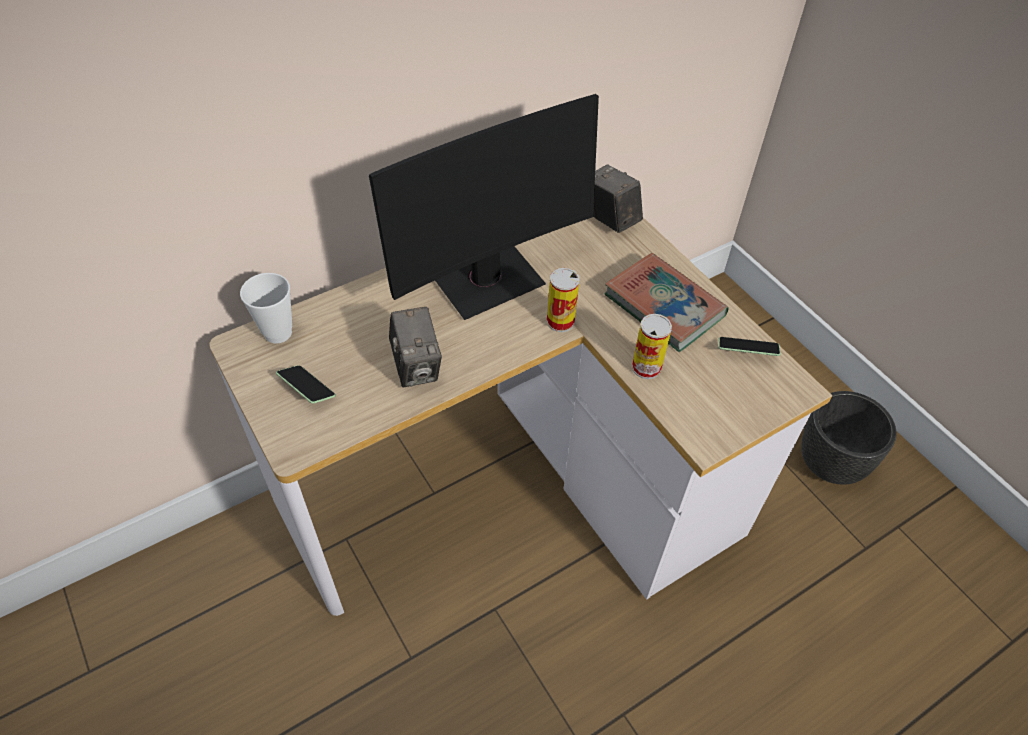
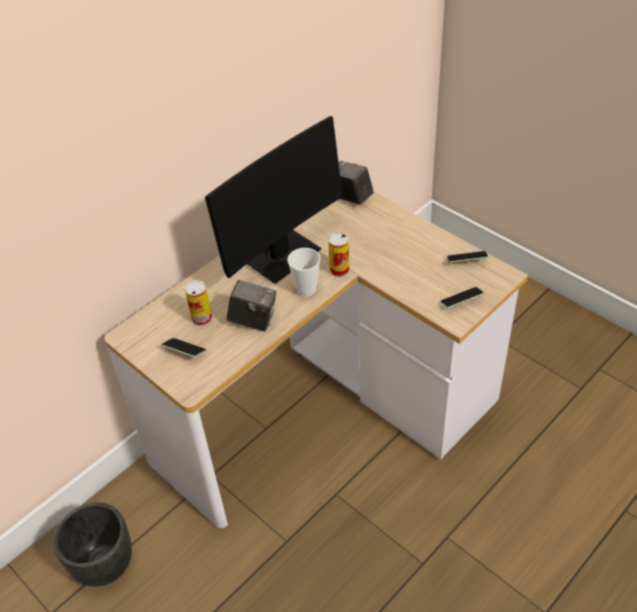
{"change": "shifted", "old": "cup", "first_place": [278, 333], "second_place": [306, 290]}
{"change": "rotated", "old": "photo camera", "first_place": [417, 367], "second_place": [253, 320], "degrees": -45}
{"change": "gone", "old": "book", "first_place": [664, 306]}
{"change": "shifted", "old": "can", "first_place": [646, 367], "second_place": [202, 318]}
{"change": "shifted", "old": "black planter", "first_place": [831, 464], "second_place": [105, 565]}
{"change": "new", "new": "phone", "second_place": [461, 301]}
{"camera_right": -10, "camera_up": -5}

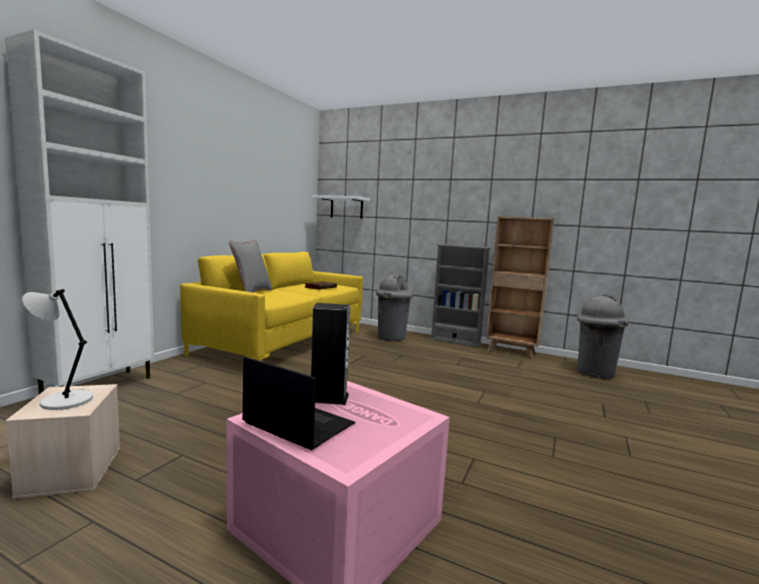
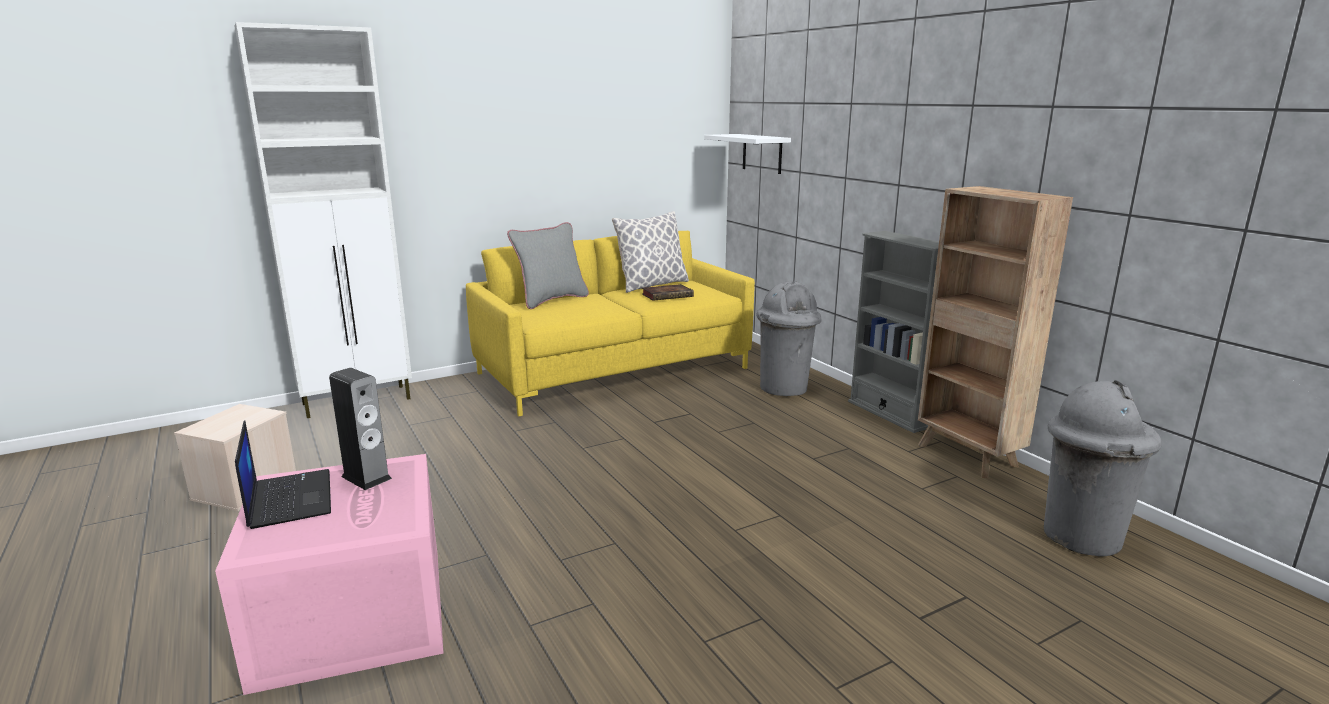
{"change": "gone", "old": "grey table lamp", "first_place": [64, 401]}
{"change": "new", "new": "pillow", "second_place": [652, 285]}
{"camera_right": 35, "camera_up": 10}

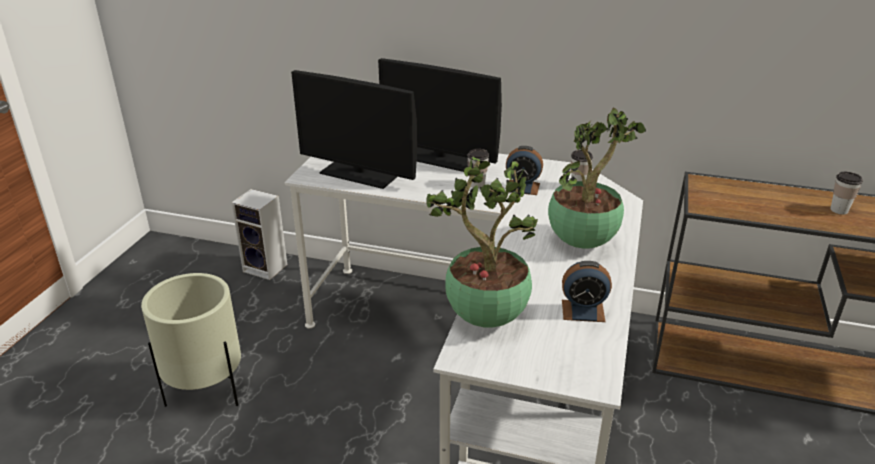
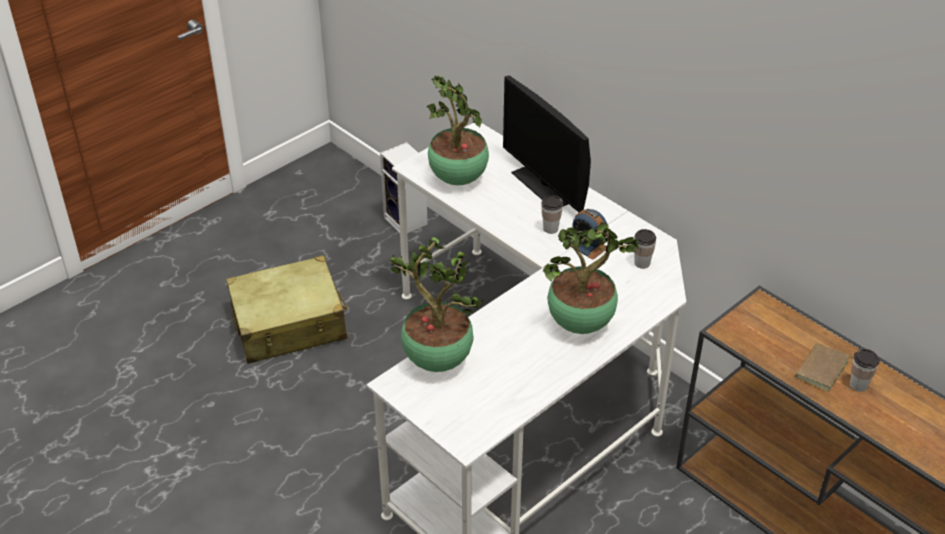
{"change": "swapped", "old": "beige planter", "new": "beige suitcase", "first_place": [206, 390], "second_place": [289, 324]}
{"change": "swapped", "old": "monitor", "new": "potted plant", "first_place": [359, 174], "second_place": [459, 179]}
{"change": "gone", "old": "alarm clock", "first_place": [583, 311]}
{"change": "new", "new": "brown book", "second_place": [819, 368]}
{"camera_right": 30, "camera_up": 10}

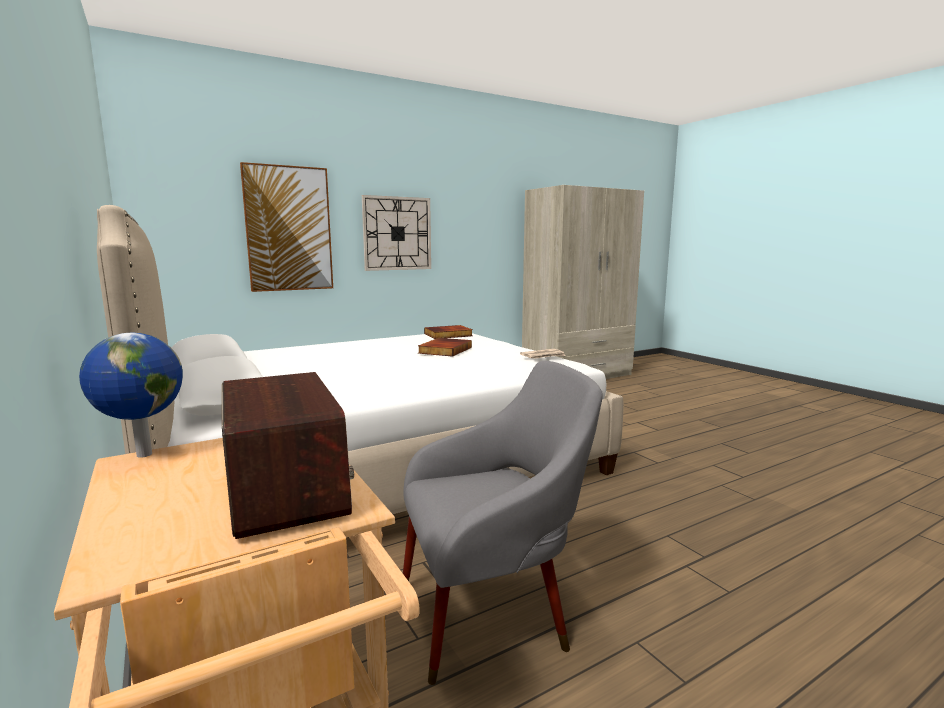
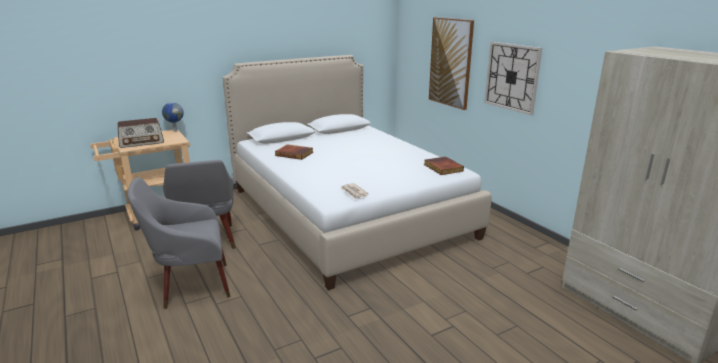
{"change": "shifted", "old": "book", "first_place": [444, 350], "second_place": [295, 154]}
{"change": "new", "new": "grey armchair", "second_place": [190, 285]}
{"camera_right": 90, "camera_up": 10}

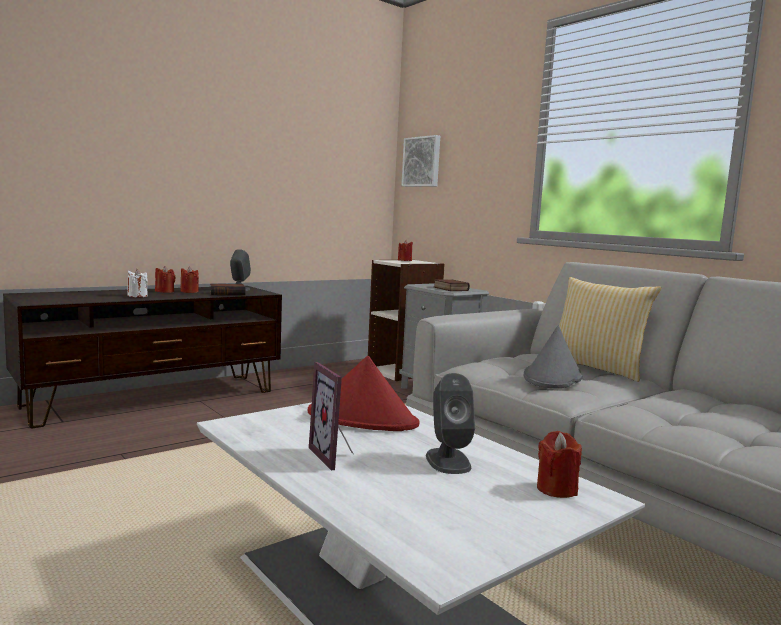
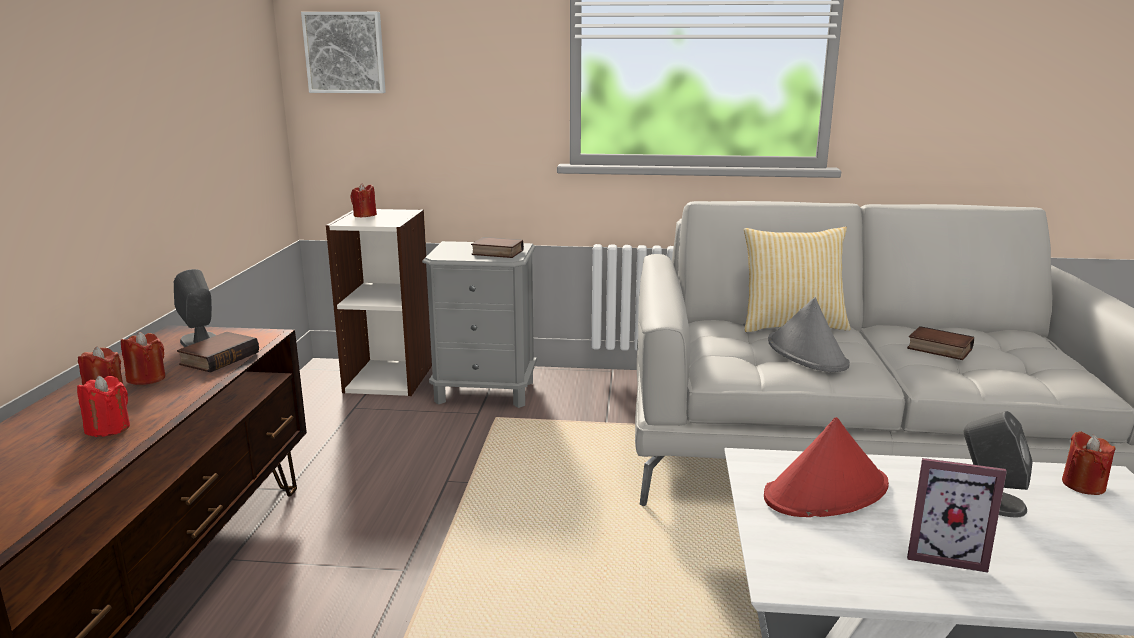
{"change": "repainted", "old": "white candle", "new": "red candle", "first_place": [137, 296], "second_place": [108, 428]}
{"change": "new", "new": "book", "second_place": [938, 349]}
{"camera_right": -45, "camera_up": 10}

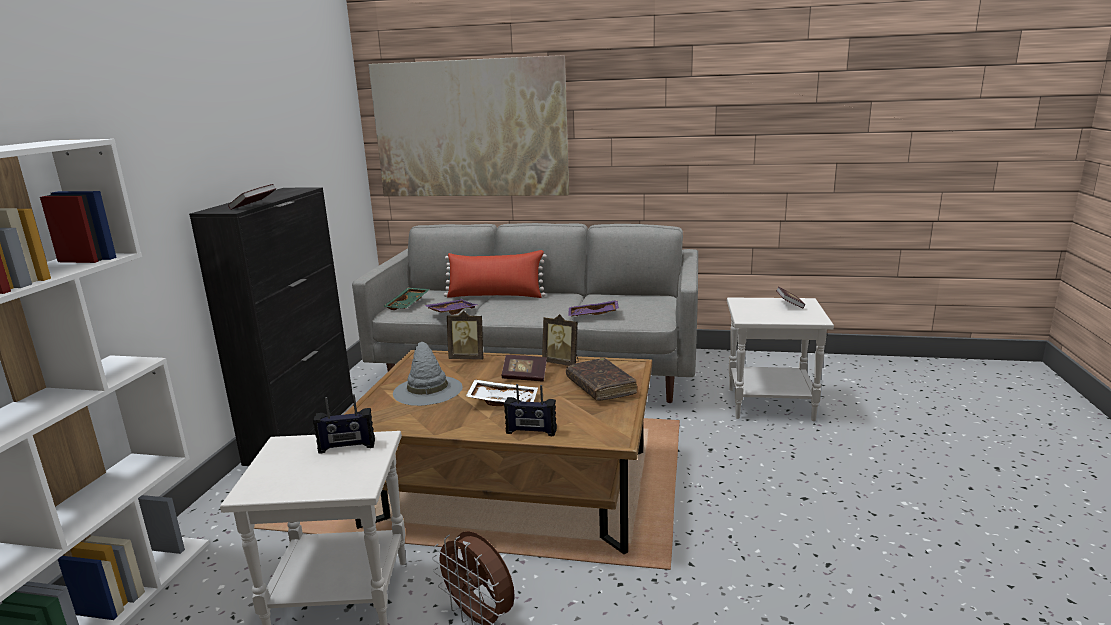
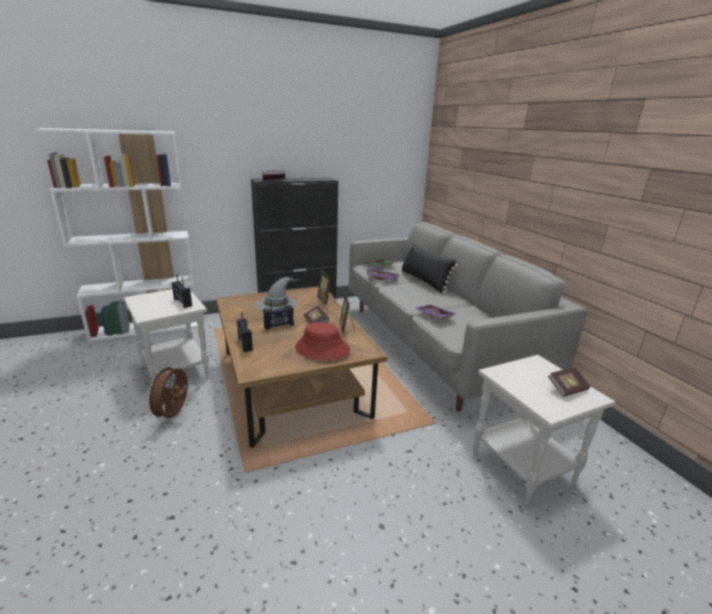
{"change": "gone", "old": "picture", "first_place": [470, 129]}
{"change": "repainted", "old": "red pillow", "new": "black pillow", "first_place": [495, 296], "second_place": [424, 281]}
{"change": "swapped", "old": "white tray", "new": "radio", "first_place": [503, 400], "second_place": [279, 326]}
{"change": "swapped", "old": "brown book", "new": "red hat", "first_place": [600, 387], "second_place": [322, 349]}
{"camera_right": 55, "camera_up": 5}

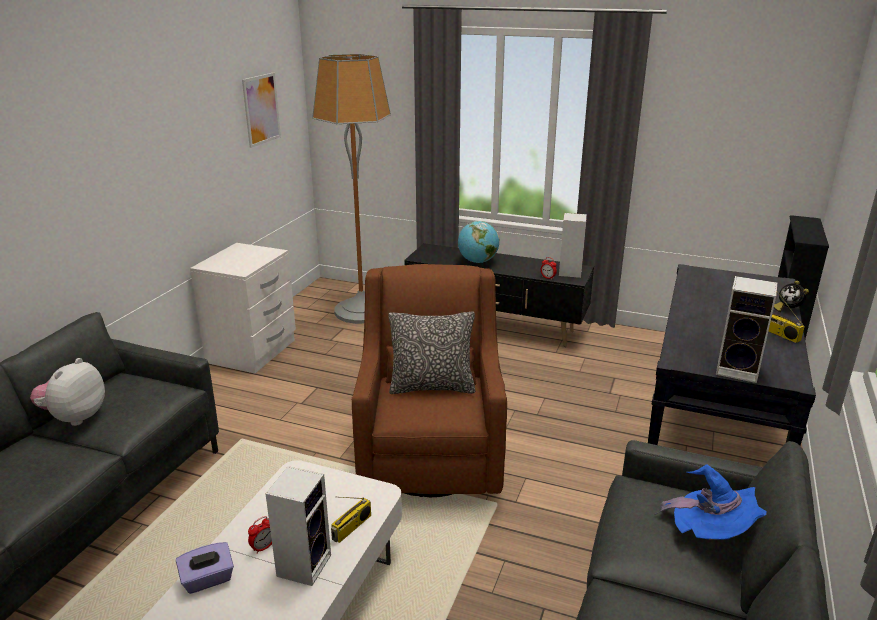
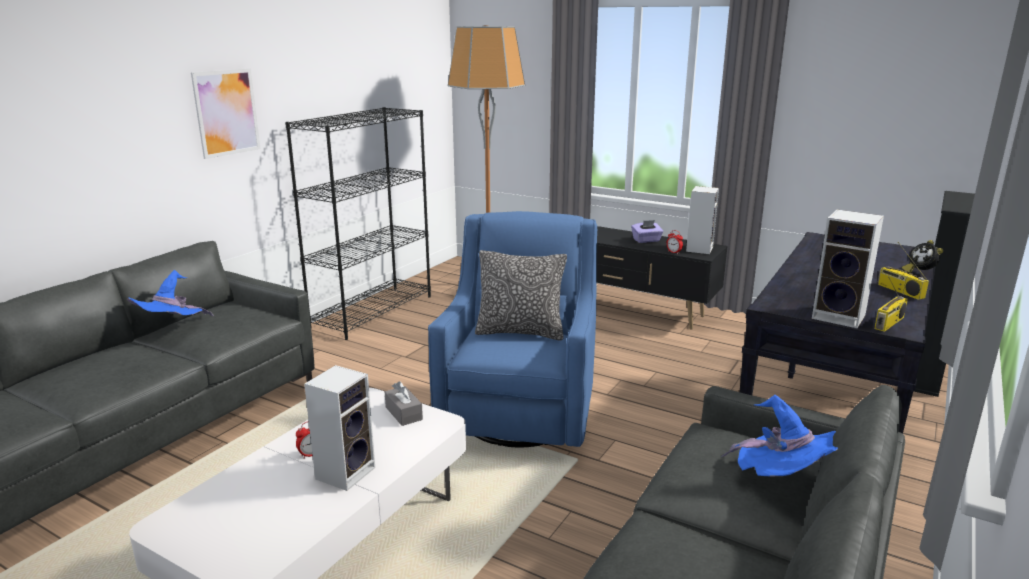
{"change": "swapped", "old": "plush toy", "new": "blue hat", "first_place": [75, 417], "second_place": [173, 330]}
{"change": "shifted", "old": "purple tissue box", "first_place": [208, 580], "second_place": [646, 240]}
{"change": "swapped", "old": "white nightstand", "new": "black bookcase", "first_place": [253, 351], "second_place": [373, 311]}
{"change": "shifted", "old": "picture", "first_place": [261, 109], "second_place": [226, 112]}
{"change": "shifted", "old": "radio", "first_place": [352, 528], "second_place": [889, 323]}
{"change": "repainted", "old": "brown armchair", "new": "blue armchair", "first_place": [431, 457], "second_place": [520, 413]}
{"change": "gone", "old": "globe", "first_place": [477, 261]}
{"change": "new", "new": "grey tissue box", "second_place": [403, 413]}
{"camera_right": 10, "camera_up": -5}

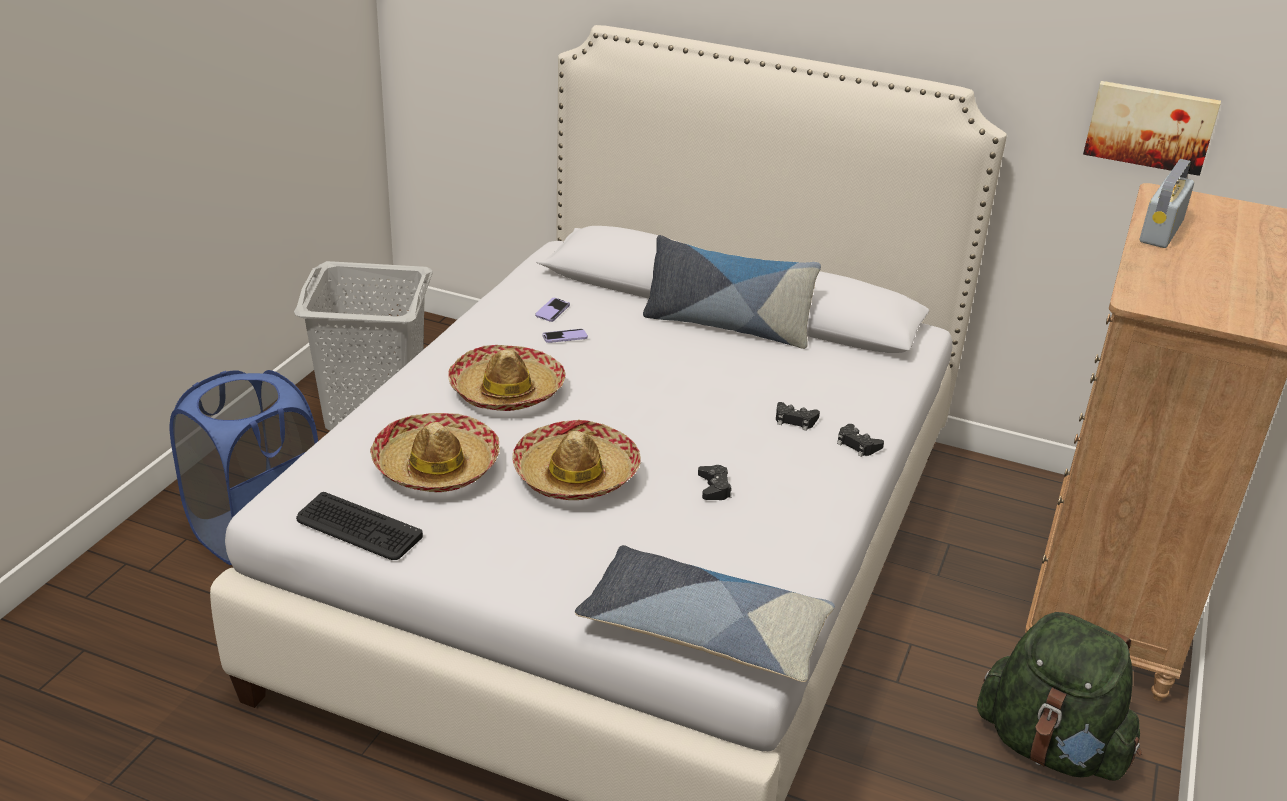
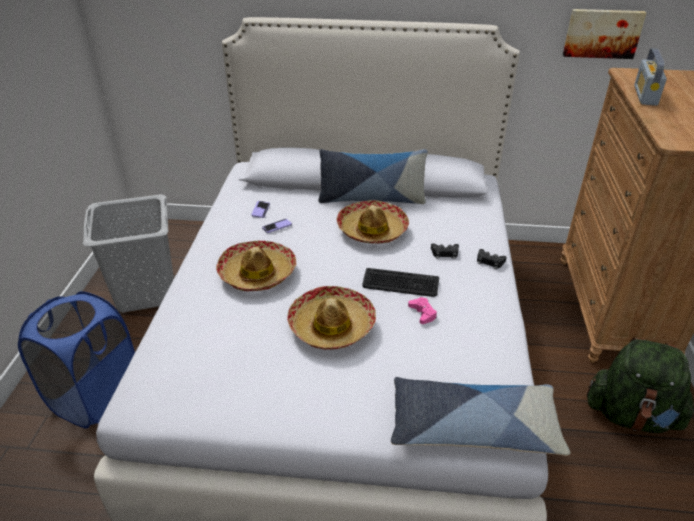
{"change": "shifted", "old": "keyboard", "first_place": [358, 528], "second_place": [400, 283]}
{"change": "shifted", "old": "hat", "first_place": [436, 466], "second_place": [372, 230]}
{"change": "repainted", "old": "black game controller", "new": "pink game controller", "first_place": [714, 488], "second_place": [422, 313]}
{"camera_right": -15, "camera_up": 5}

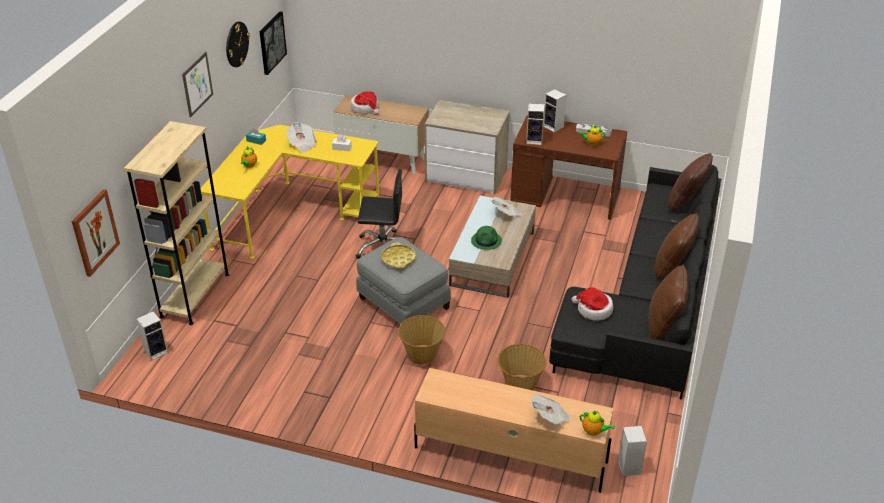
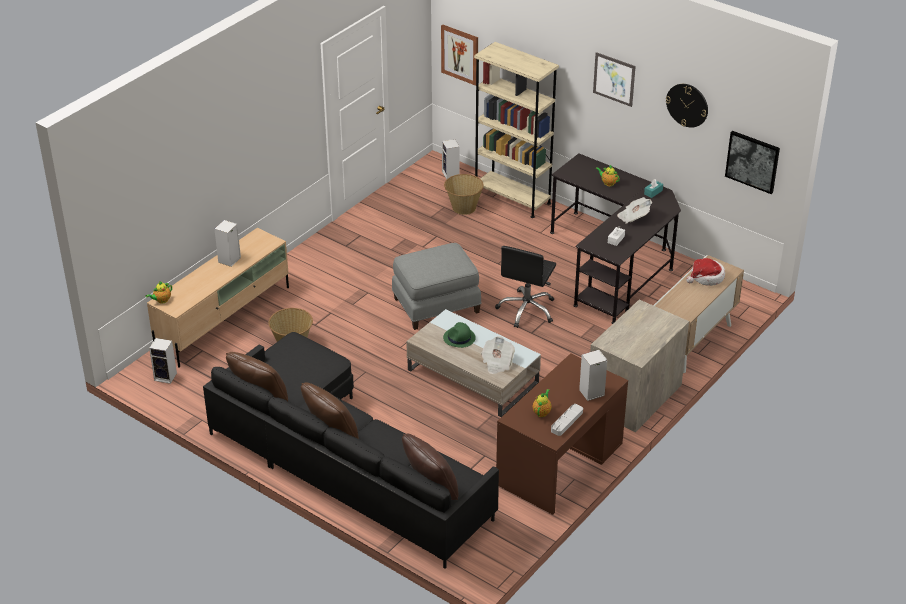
{"change": "repainted", "old": "yellow desk", "new": "black desk", "first_place": [290, 212], "second_place": [615, 263]}
{"change": "gone", "old": "yellow tray", "first_place": [398, 259]}
{"change": "shifted", "old": "basket", "first_place": [422, 355], "second_place": [463, 207]}
{"change": "shifted", "old": "speaker", "first_place": [535, 140], "second_place": [229, 260]}
{"change": "gone", "old": "newspaper", "first_place": [550, 417]}
{"change": "gone", "old": "hat", "first_place": [593, 310]}
{"camera_right": 110, "camera_up": 0}

